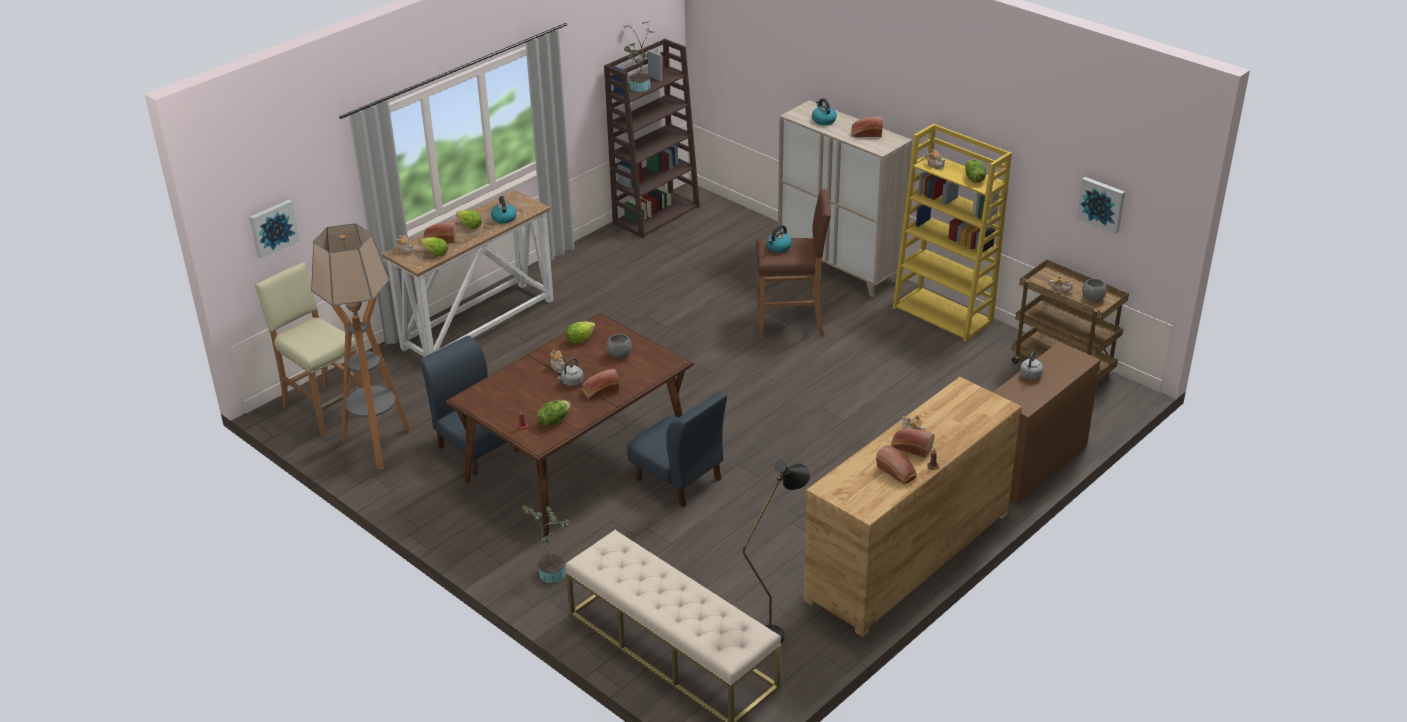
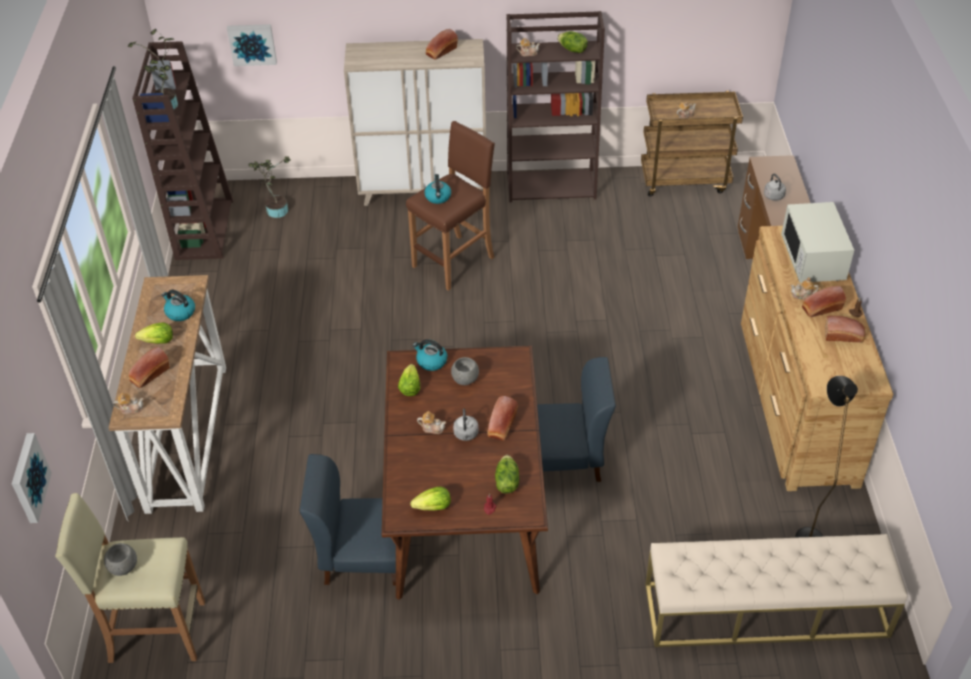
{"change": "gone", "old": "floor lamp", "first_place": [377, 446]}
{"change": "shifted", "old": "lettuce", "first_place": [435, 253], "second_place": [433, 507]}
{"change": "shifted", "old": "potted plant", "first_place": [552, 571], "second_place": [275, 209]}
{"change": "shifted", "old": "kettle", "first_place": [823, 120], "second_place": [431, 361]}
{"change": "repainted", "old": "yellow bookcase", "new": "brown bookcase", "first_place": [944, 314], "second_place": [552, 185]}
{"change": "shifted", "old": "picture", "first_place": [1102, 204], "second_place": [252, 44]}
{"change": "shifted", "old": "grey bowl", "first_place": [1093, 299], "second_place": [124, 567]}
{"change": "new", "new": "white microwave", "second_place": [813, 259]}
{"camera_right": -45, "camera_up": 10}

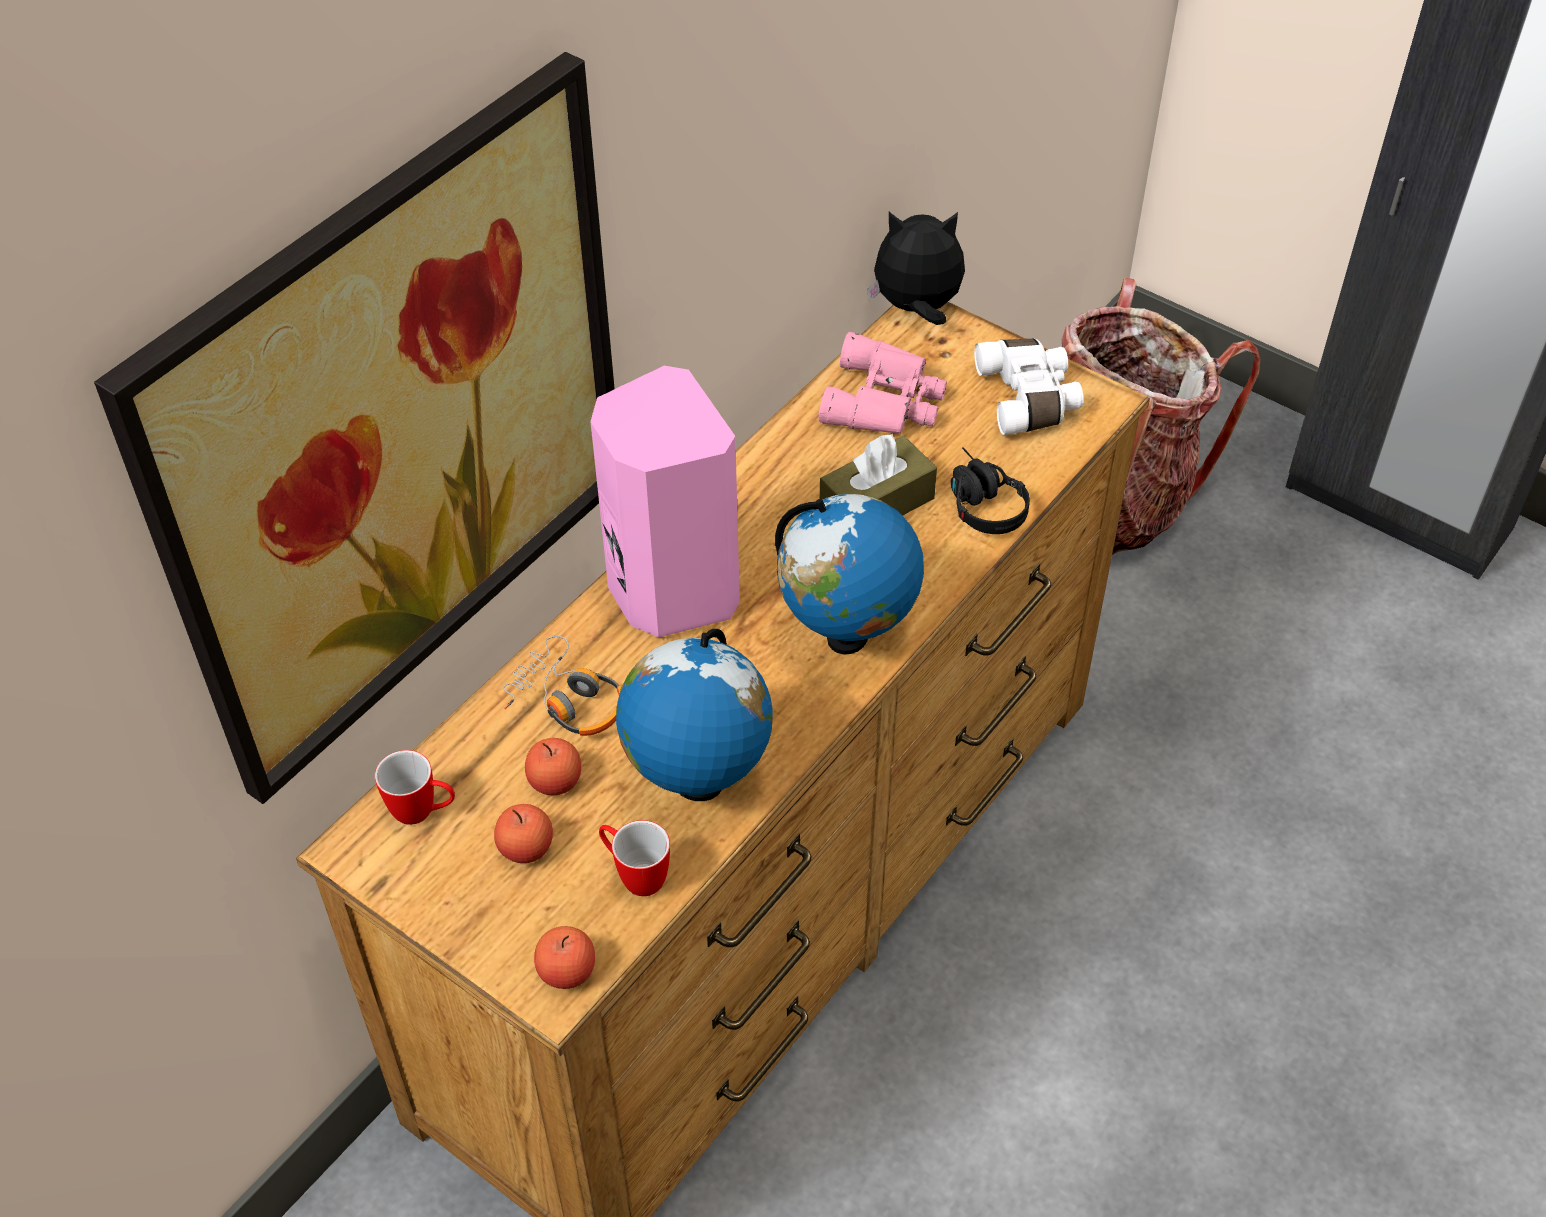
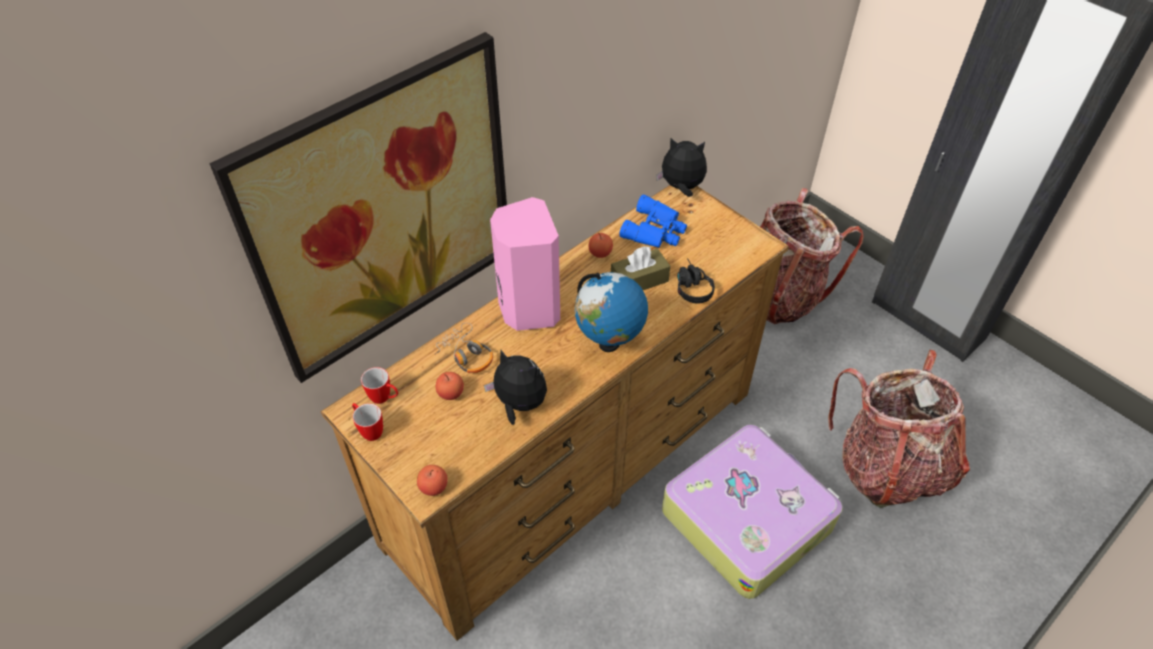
{"change": "shifted", "old": "apple", "first_place": [526, 848], "second_place": [600, 253]}
{"change": "shifted", "old": "mug", "first_place": [635, 875], "second_place": [369, 430]}
{"change": "swapped", "old": "globe", "new": "plush toy", "first_place": [697, 782], "second_place": [519, 404]}
{"change": "repainted", "old": "pink binoculars", "new": "blue binoculars", "first_place": [886, 401], "second_place": [656, 230]}
{"change": "gone", "old": "white binoculars", "first_place": [1029, 398]}
{"change": "new", "new": "suitcase", "second_place": [747, 517]}
{"change": "new", "new": "backpack", "second_place": [887, 468]}
{"camera_right": 10, "camera_up": 0}

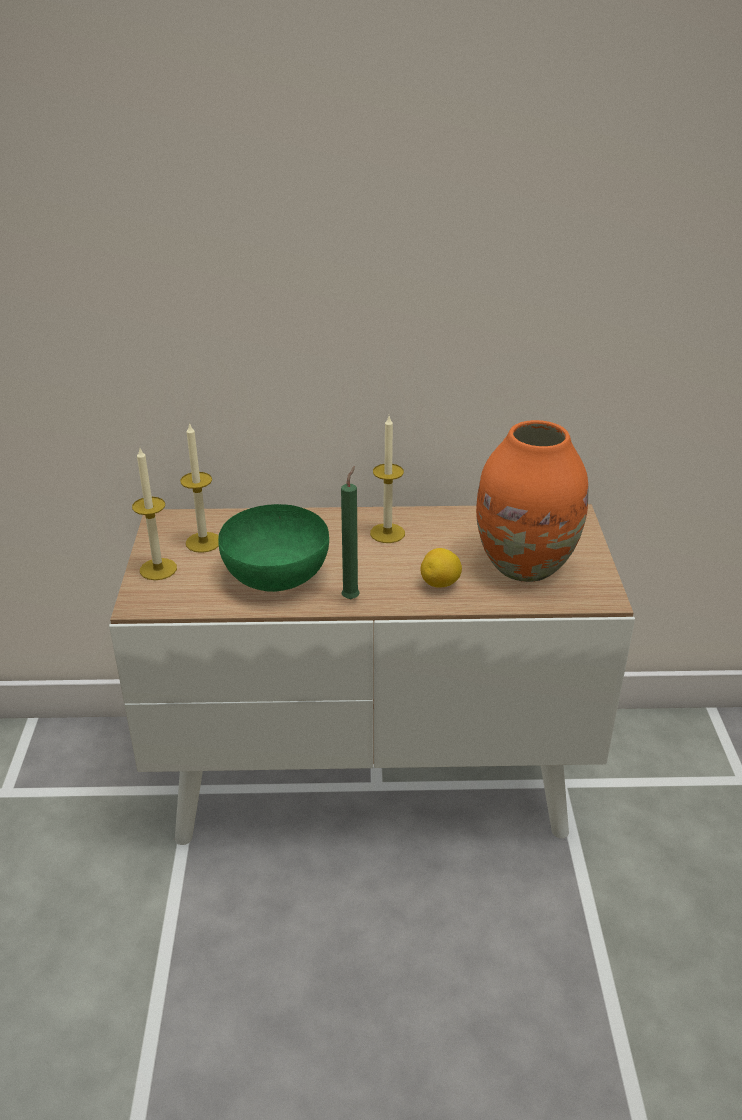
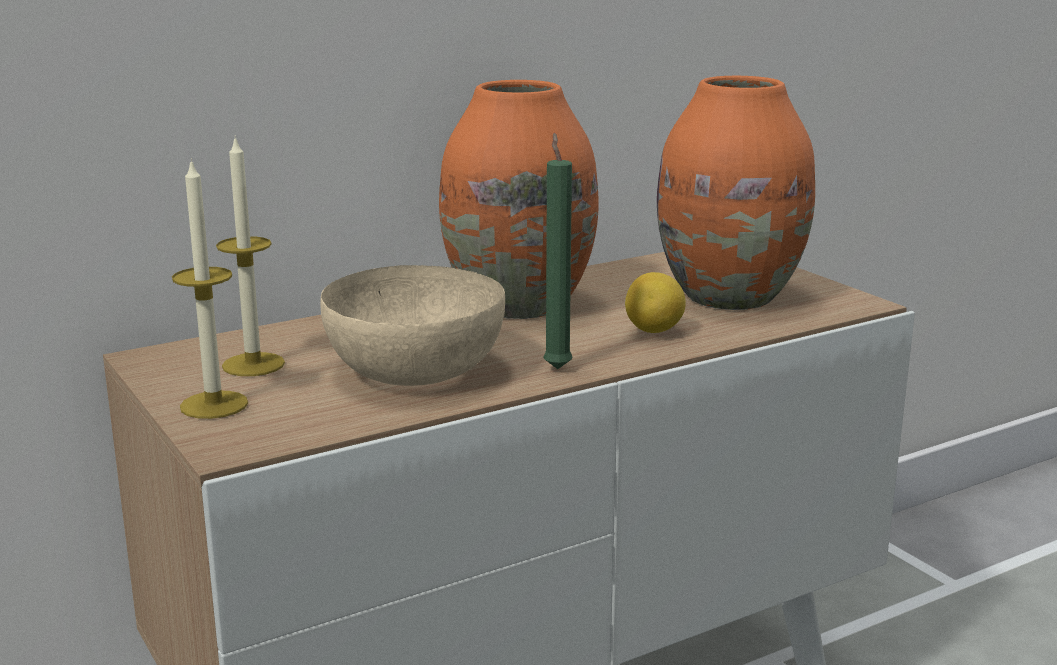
{"change": "repainted", "old": "green bowl", "new": "beige bowl", "first_place": [278, 574], "second_place": [417, 370]}
{"change": "swapped", "old": "candle", "new": "orange vase", "first_place": [387, 533], "second_place": [517, 305]}
{"camera_right": -30, "camera_up": -15}

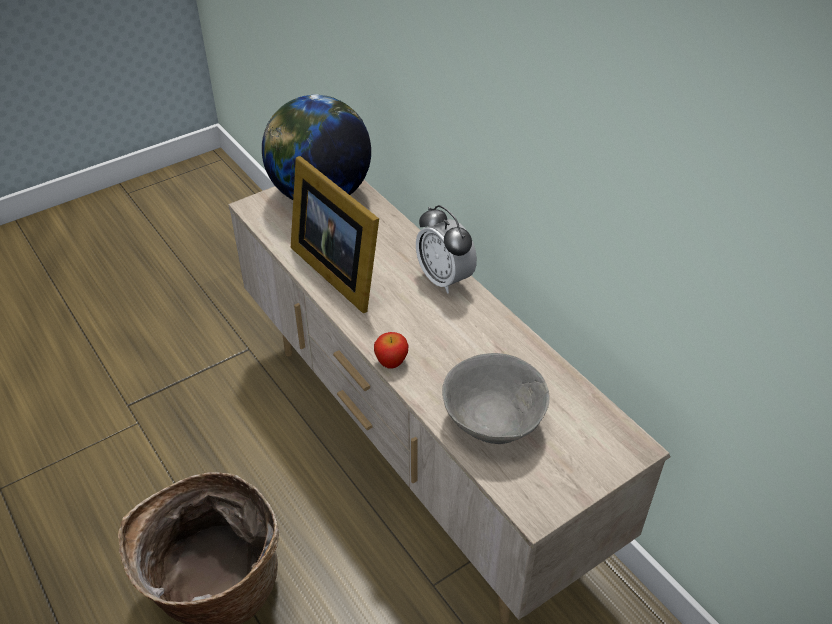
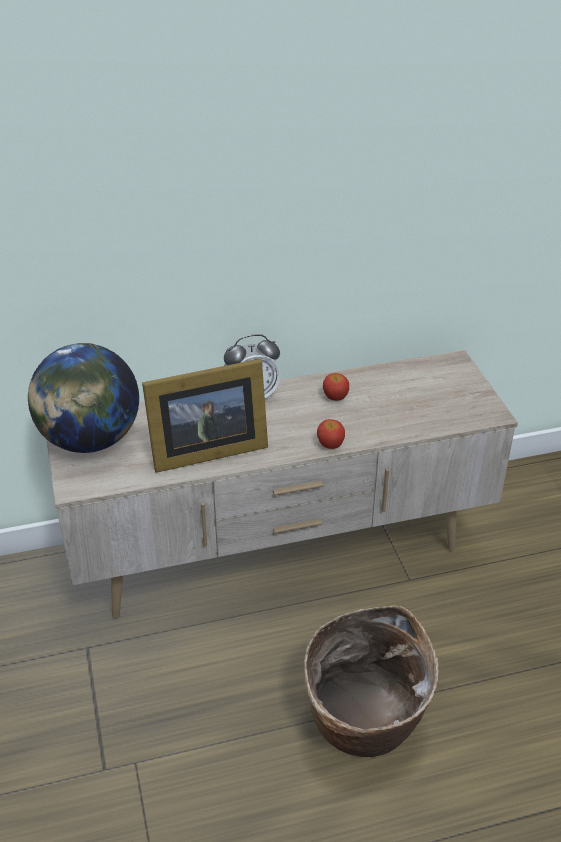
{"change": "gone", "old": "grey bowl", "first_place": [491, 421]}
{"change": "new", "new": "apple", "second_place": [335, 397]}
{"camera_right": -70, "camera_up": -5}

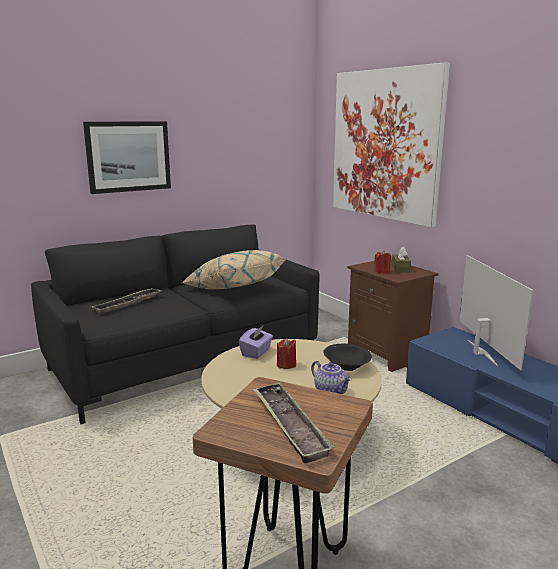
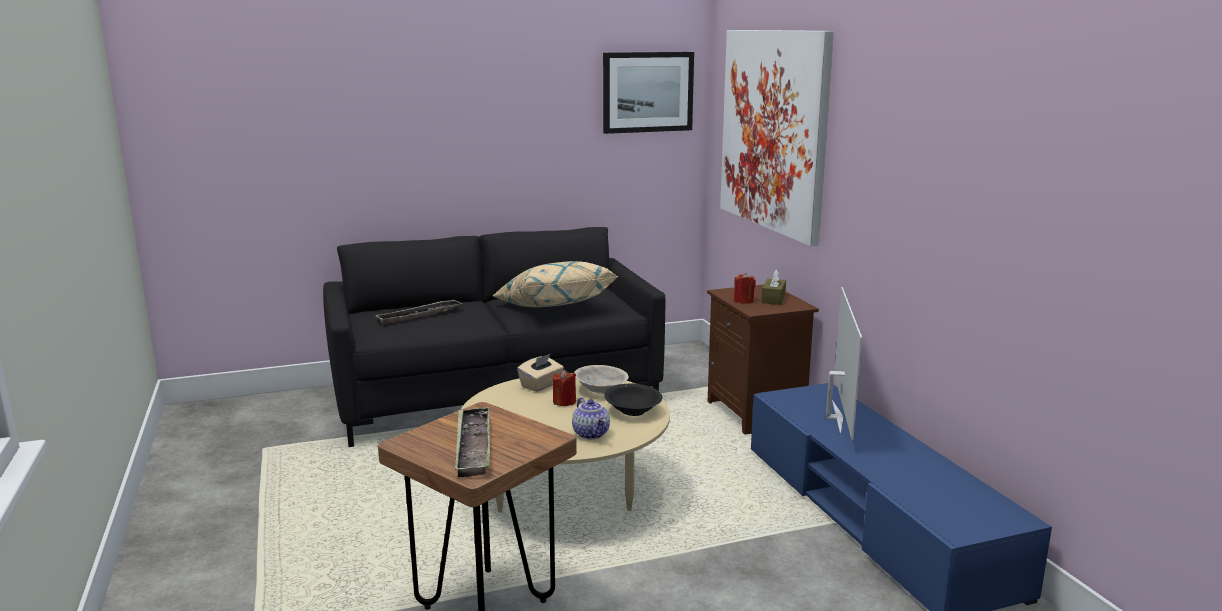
{"change": "shifted", "old": "picture", "first_place": [128, 156], "second_place": [647, 92]}
{"change": "repainted", "old": "purple tissue box", "new": "beige tissue box", "first_place": [256, 352], "second_place": [541, 385]}
{"change": "new", "new": "beige bowl", "second_place": [600, 390]}
{"camera_right": 15, "camera_up": 0}

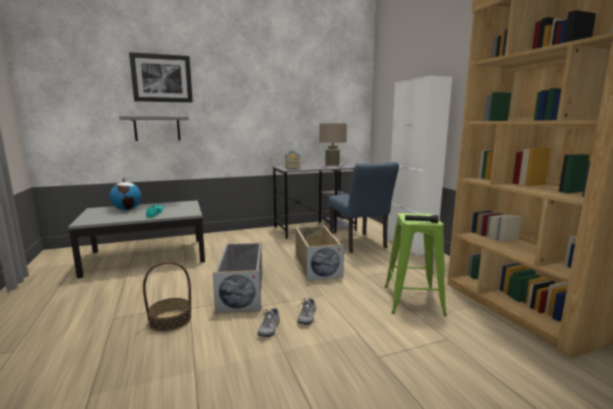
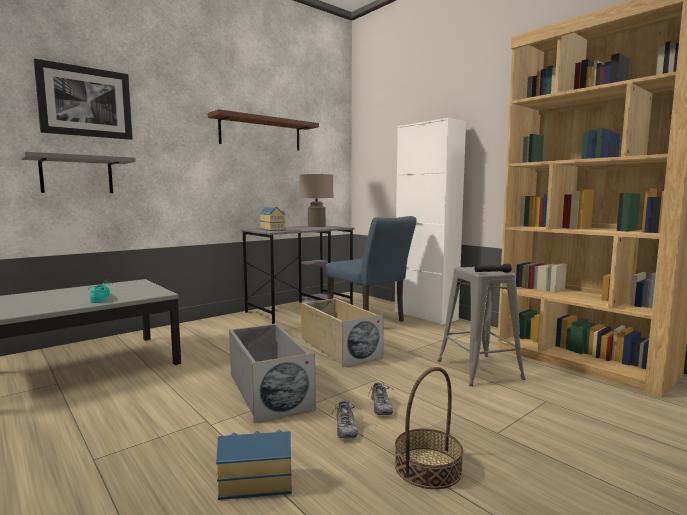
{"change": "gone", "old": "globe", "first_place": [127, 209]}
{"change": "shifted", "old": "basket", "first_place": [170, 320], "second_place": [428, 467]}
{"change": "repainted", "old": "green stool", "new": "grey stool", "first_place": [413, 300], "second_place": [479, 370]}
{"change": "new", "new": "brown shelf", "second_place": [261, 133]}
{"change": "new", "new": "toy house", "second_place": [255, 482]}
{"camera_right": -20, "camera_up": -5}

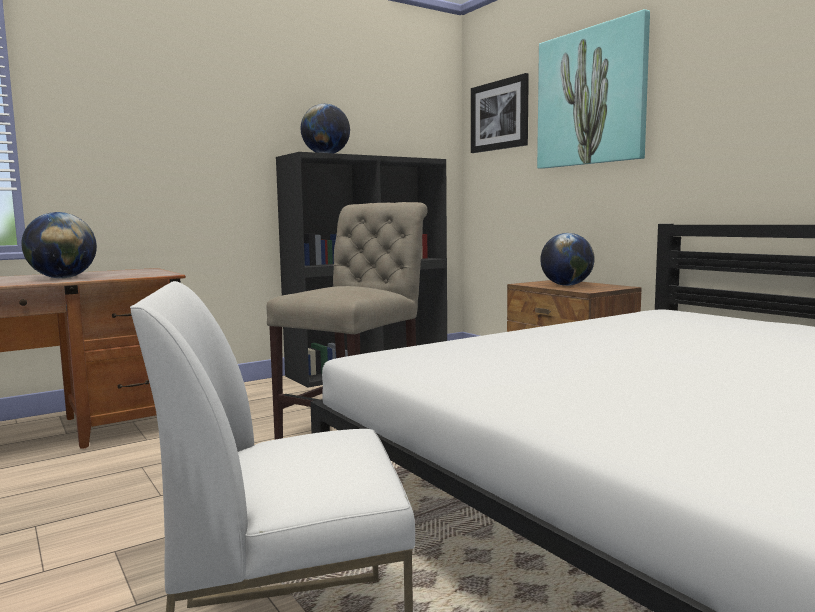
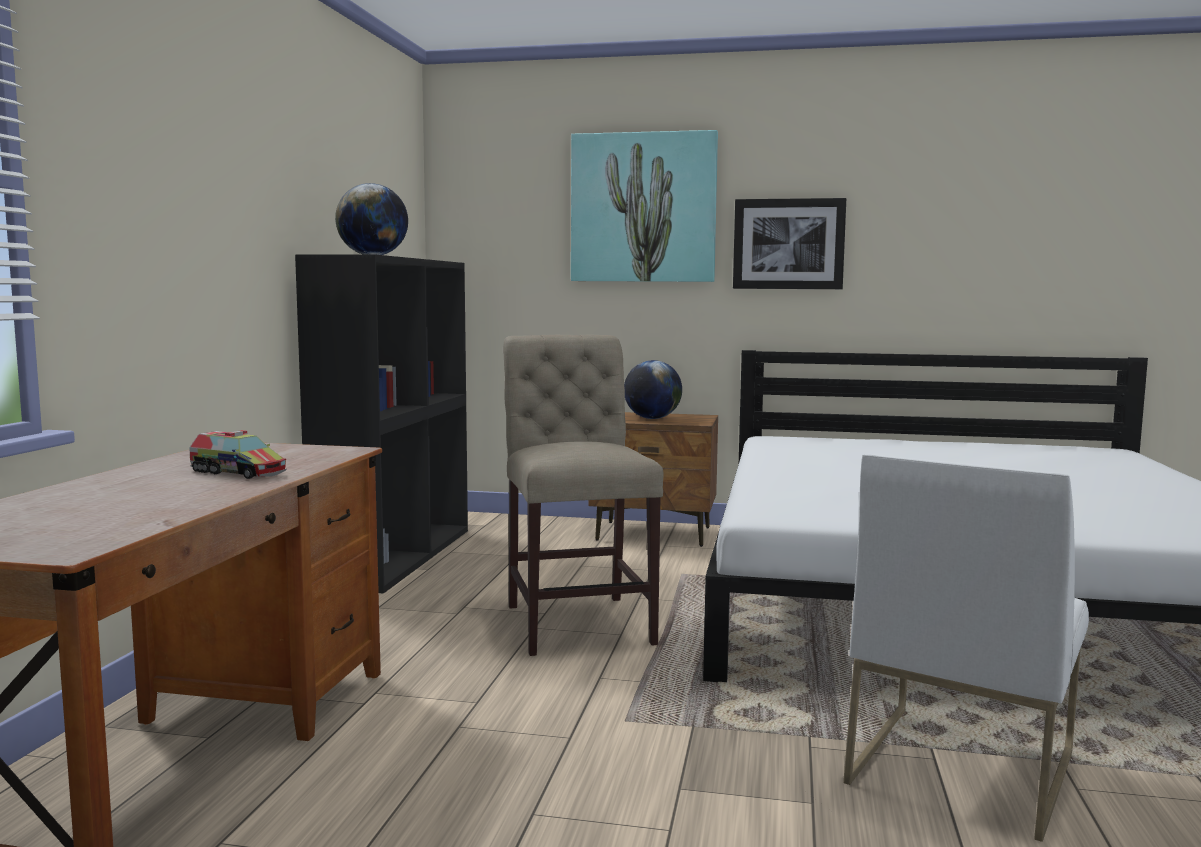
{"change": "swapped", "old": "globe", "new": "toy truck", "first_place": [63, 278], "second_place": [238, 472]}
{"change": "shifted", "old": "picture", "first_place": [499, 115], "second_place": [788, 244]}
{"camera_right": -45, "camera_up": 0}

